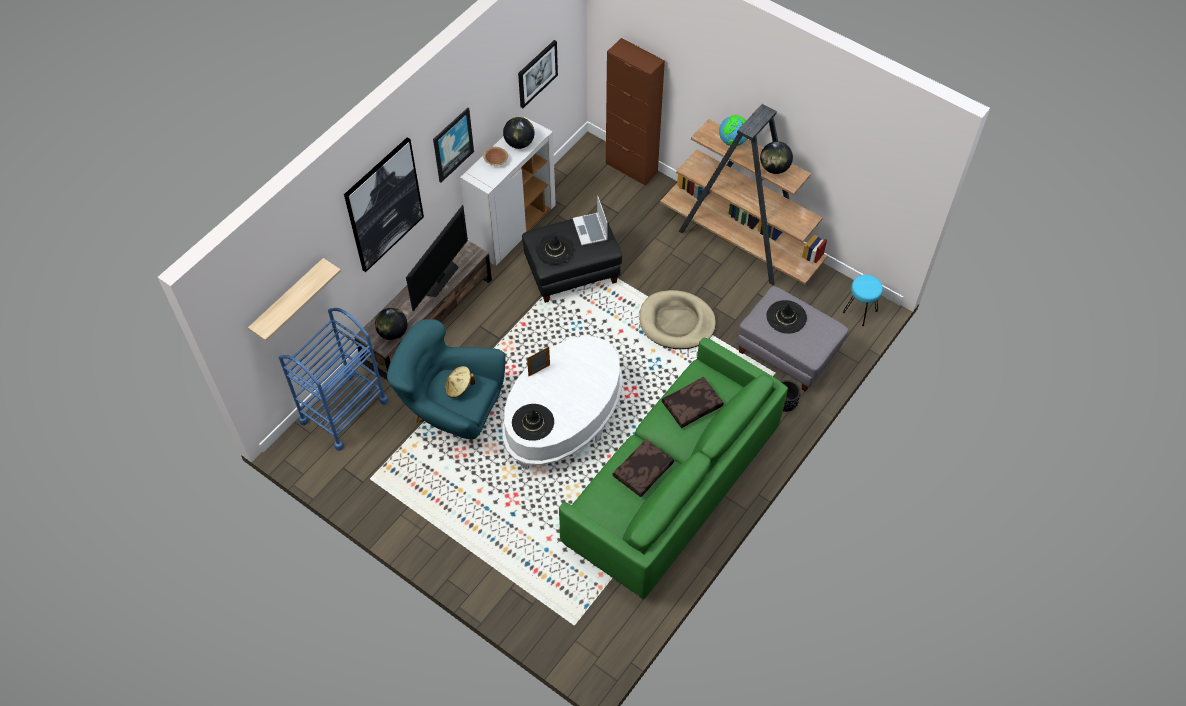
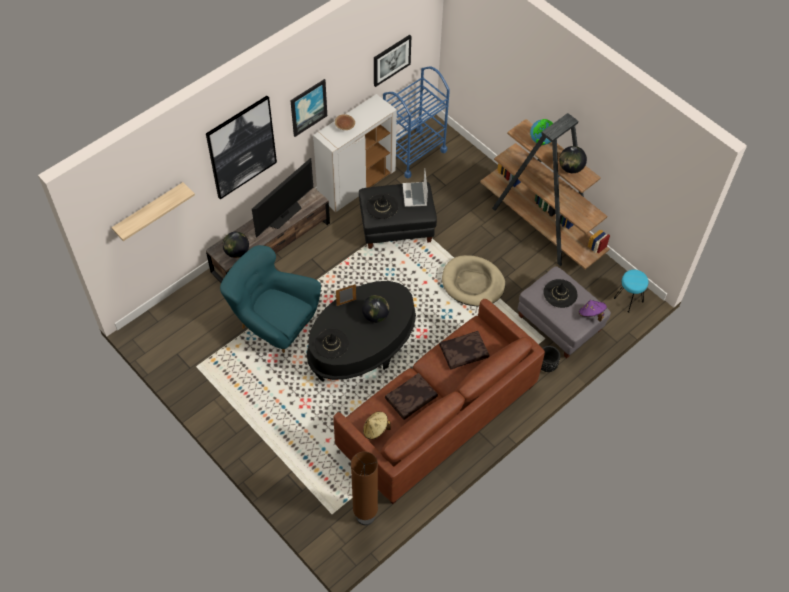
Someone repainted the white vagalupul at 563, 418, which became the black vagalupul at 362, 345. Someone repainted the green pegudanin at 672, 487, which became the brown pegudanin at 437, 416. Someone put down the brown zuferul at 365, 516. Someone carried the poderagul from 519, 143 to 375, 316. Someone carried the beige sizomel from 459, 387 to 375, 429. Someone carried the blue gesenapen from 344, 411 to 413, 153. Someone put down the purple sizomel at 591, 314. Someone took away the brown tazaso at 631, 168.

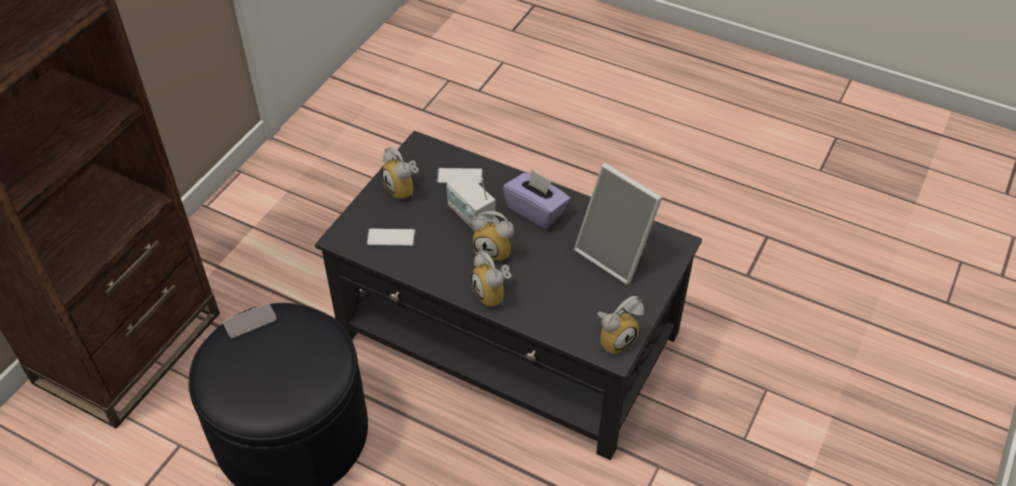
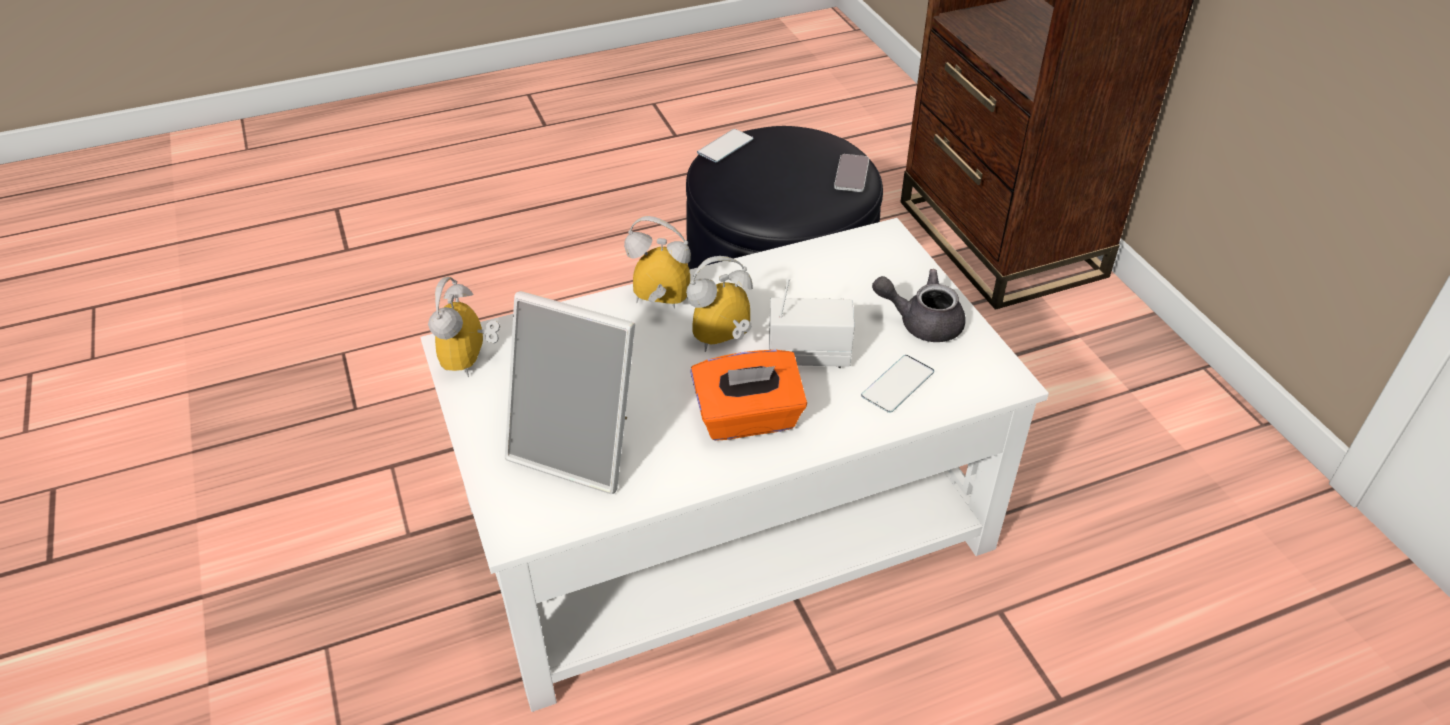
Someone repainted the black vagalupul at 510, 335, which became the white vagalupul at 723, 523. Someone rotated the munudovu at 616, 254 by 150 degrees counterclockwise. Someone repainted the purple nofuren at 536, 211, which became the orange nofuren at 748, 419. Someone carried the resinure from 391, 237 to 725, 146. Someone swapped the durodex at 404, 189 for the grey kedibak at 921, 322.

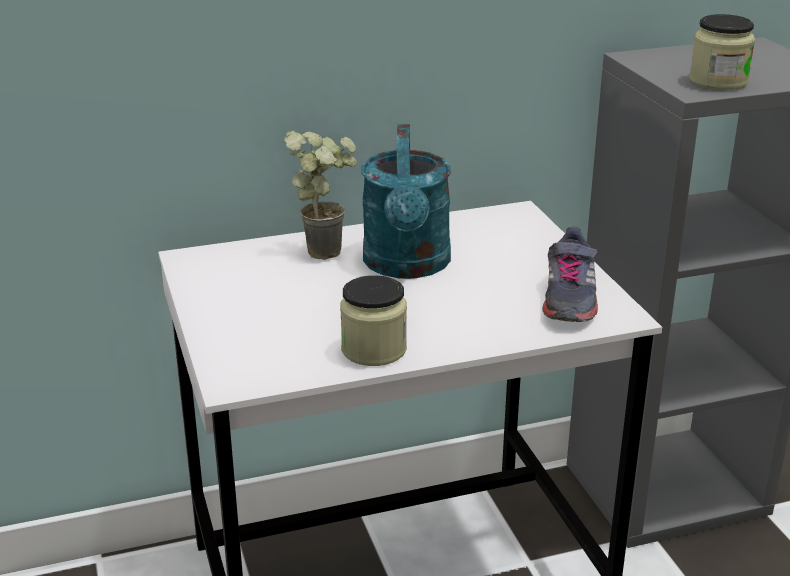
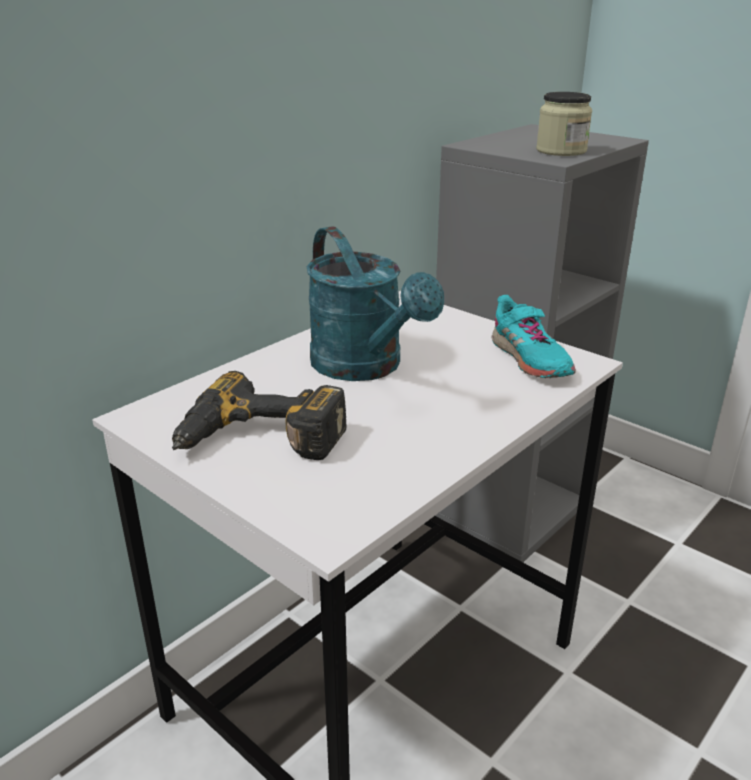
Someone put down the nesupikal at 258, 442. Someone repainted the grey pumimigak at 569, 298, which became the turquoise pumimigak at 529, 359. Someone took away the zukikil at 327, 248. Someone took away the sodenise at 374, 349.

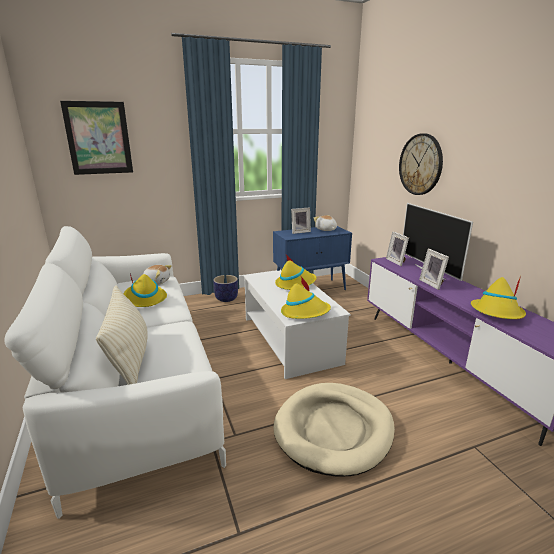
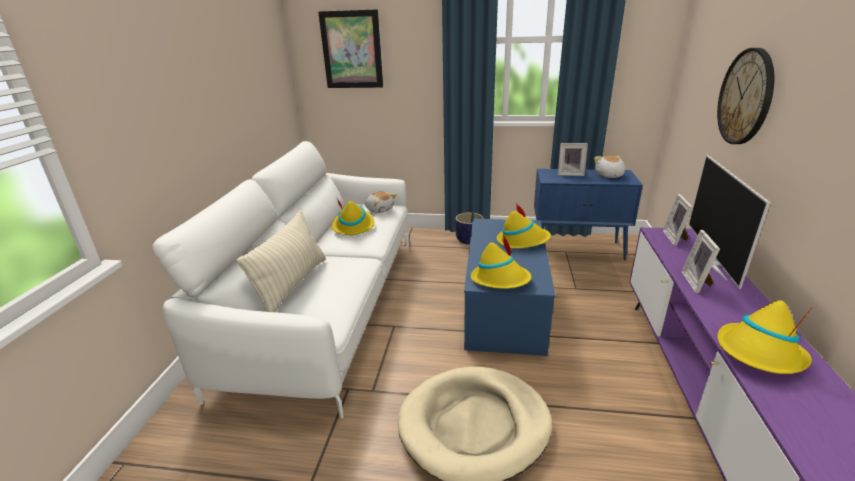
Someone repainted the white vagalupul at 290, 339, which became the blue vagalupul at 504, 306.

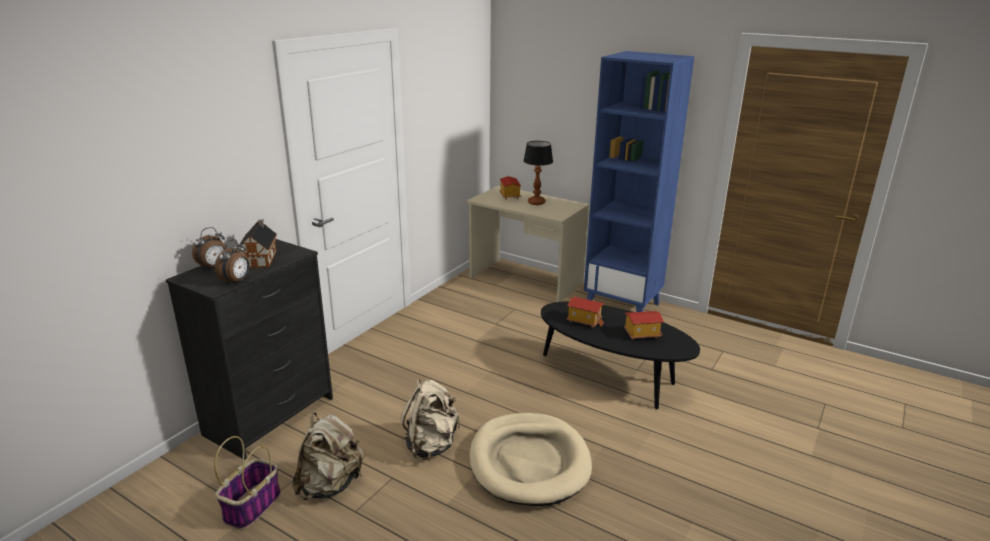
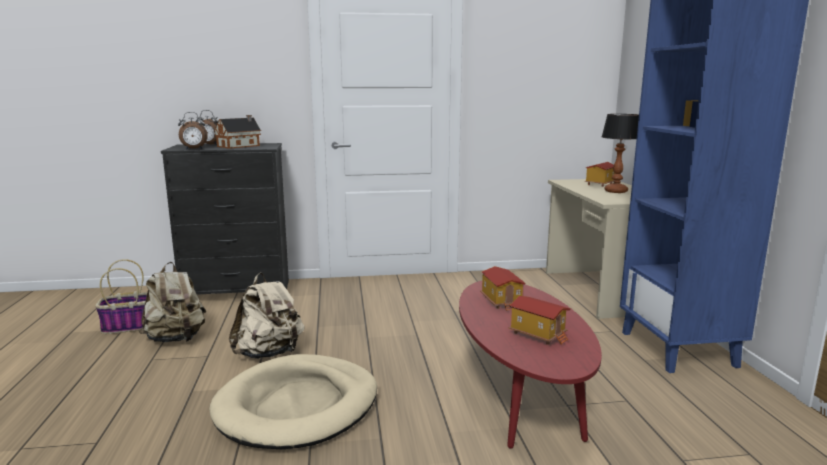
Someone repainted the black vagalupul at 611, 378, which became the red vagalupul at 518, 395.

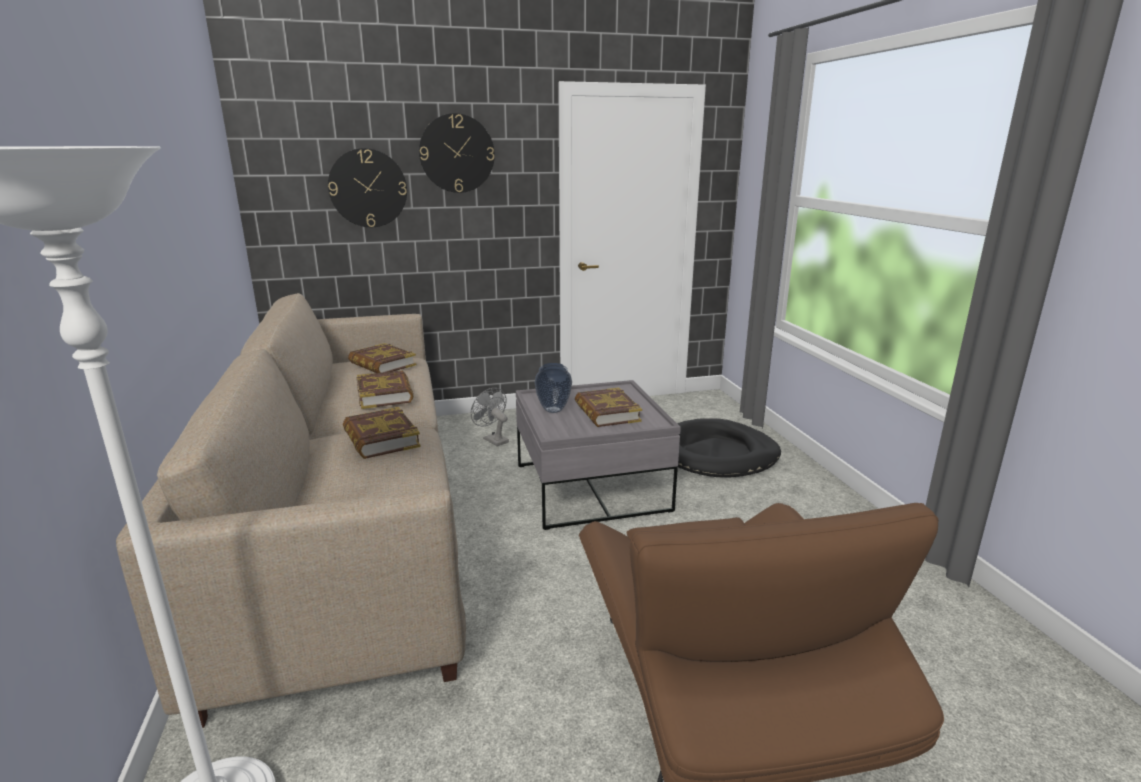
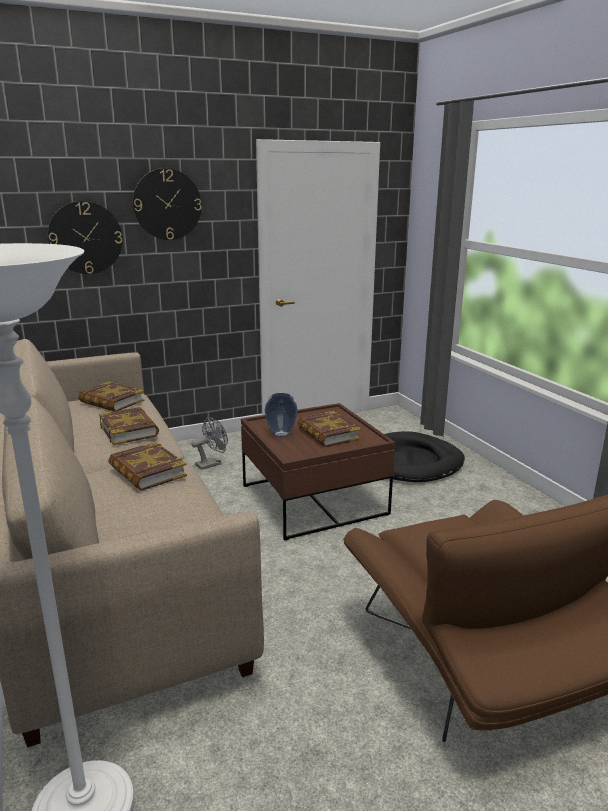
Someone rotated the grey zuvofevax at 492, 439 by 105 degrees clockwise. Someone repainted the grey vagalupul at 591, 487, which became the brown vagalupul at 313, 500.

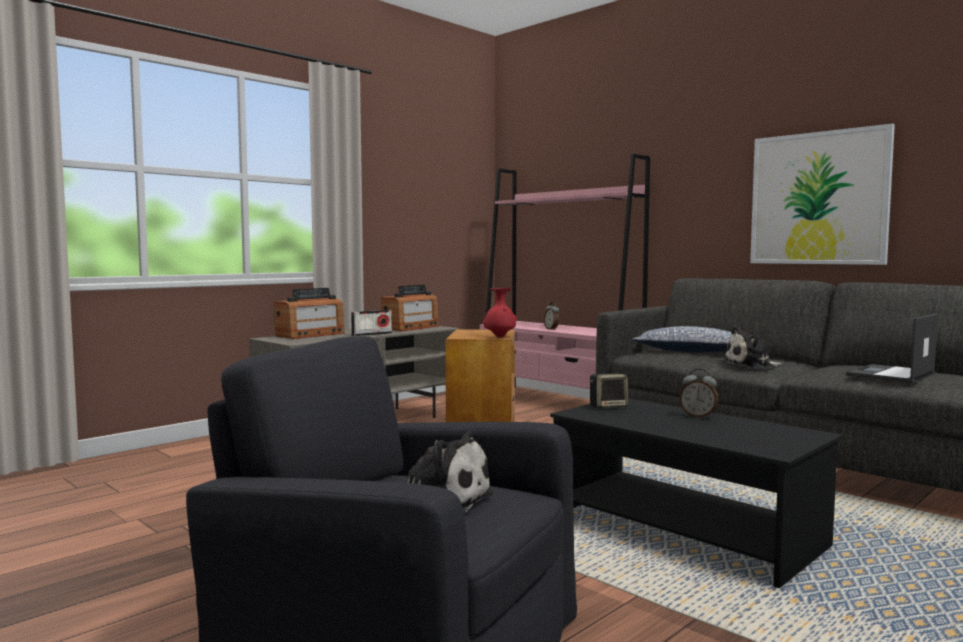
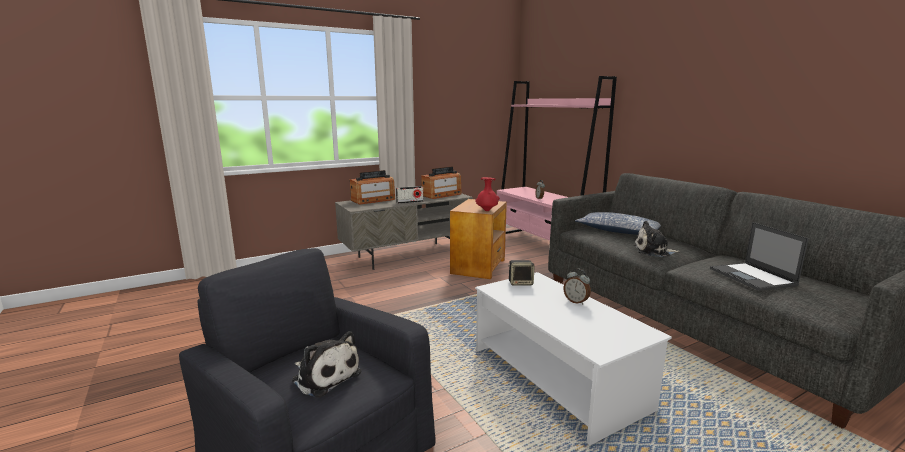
Someone repainted the black vagalupul at 686, 530, which became the white vagalupul at 557, 378. Someone rotated the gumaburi at 890, 375 by 75 degrees counterclockwise. Someone took away the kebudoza at 818, 198.

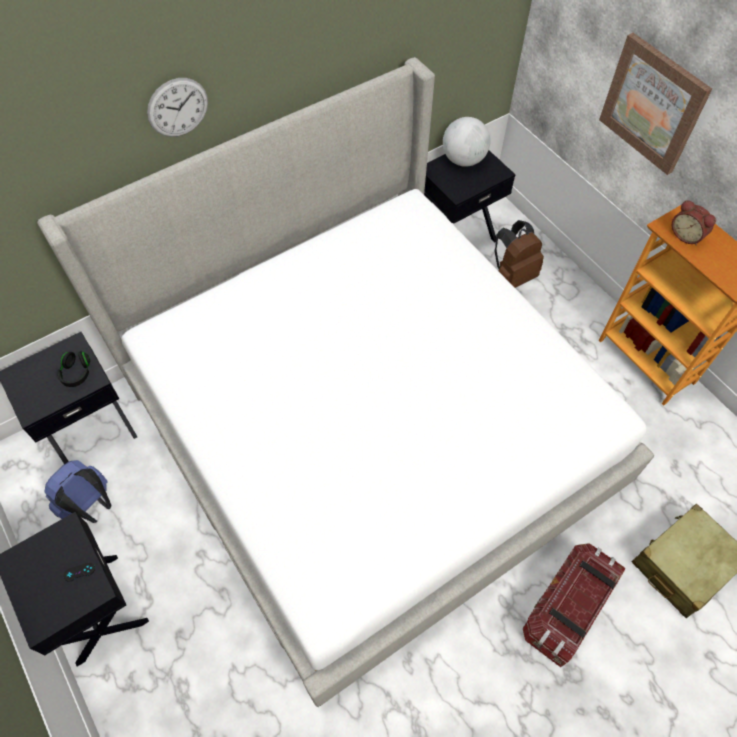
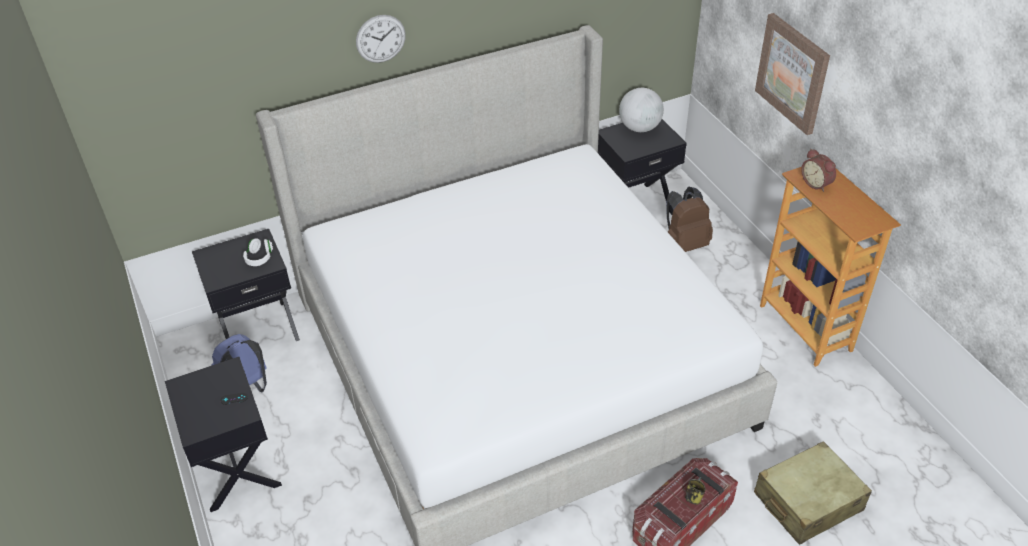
Someone repainted the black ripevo at 77, 373, which became the white ripevo at 259, 258. Someone put down the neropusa at 693, 497.

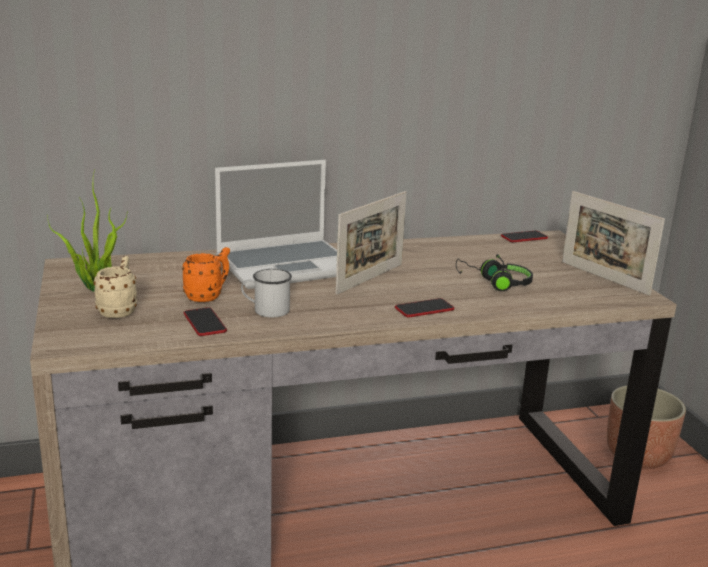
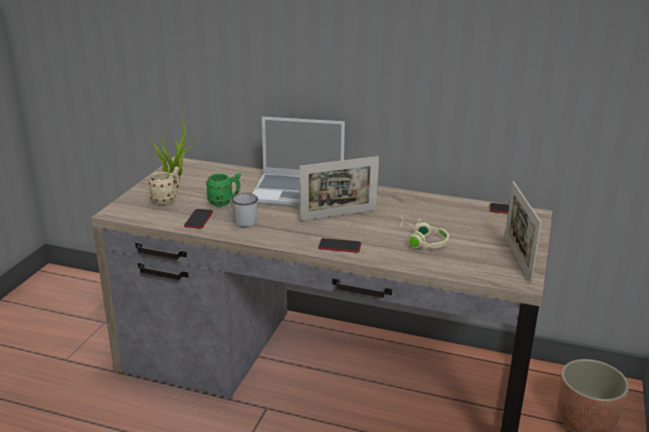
Someone repainted the orange neropusa at 208, 296, which became the green neropusa at 224, 202. Someone repainted the black ripevo at 495, 283, which became the beige ripevo at 421, 241.

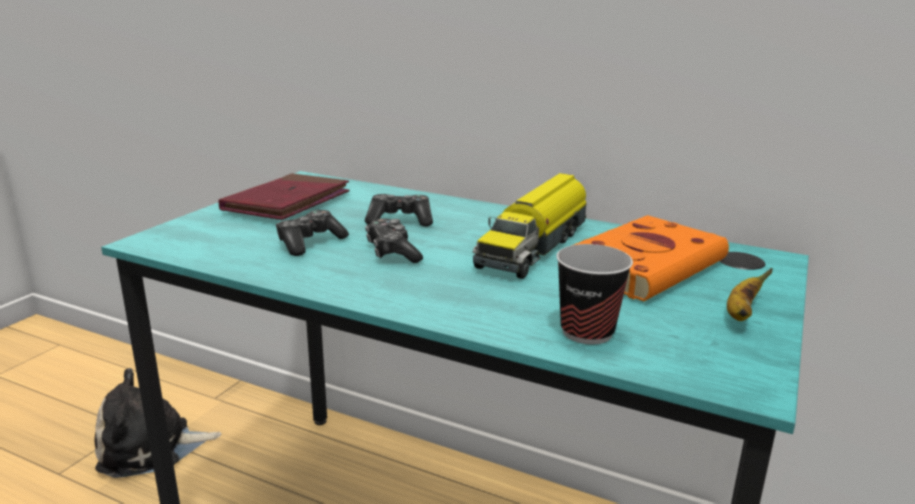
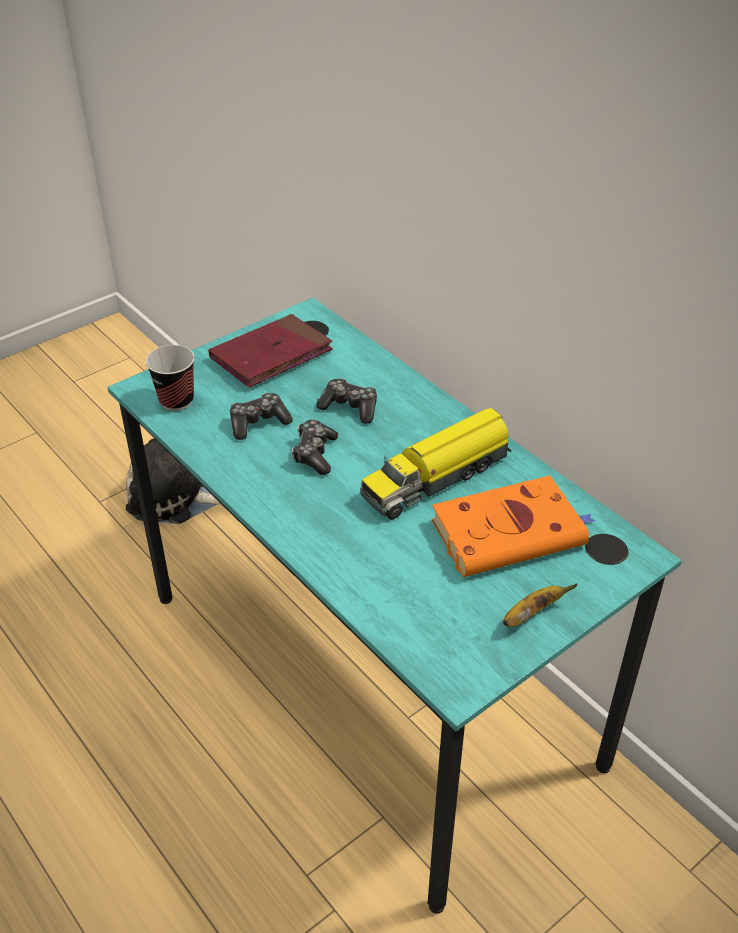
Someone carried the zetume from 587, 332 to 176, 401.

